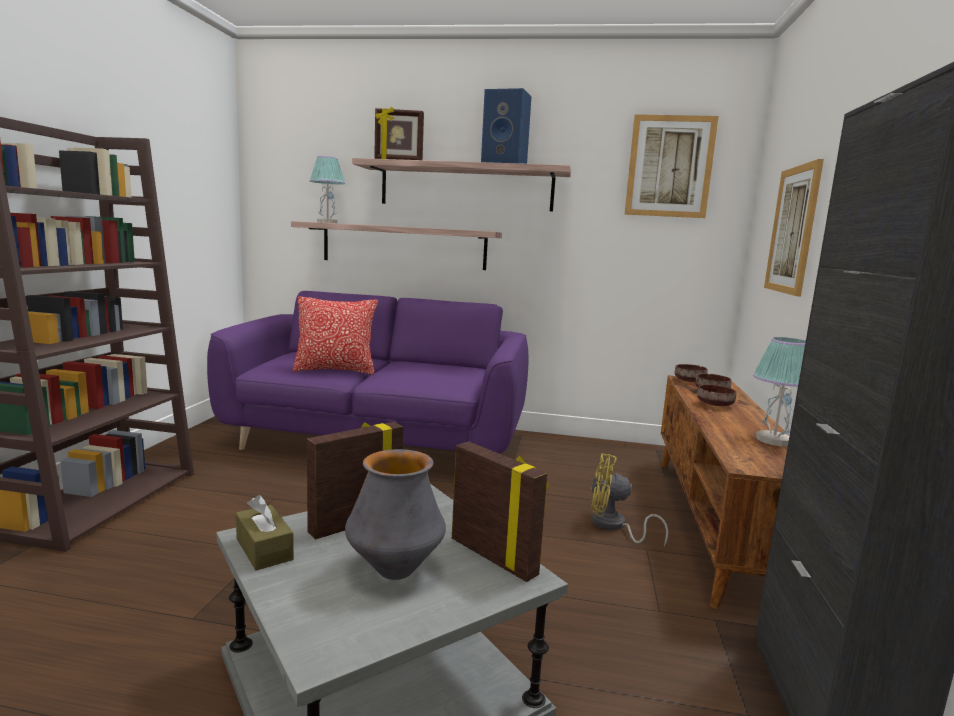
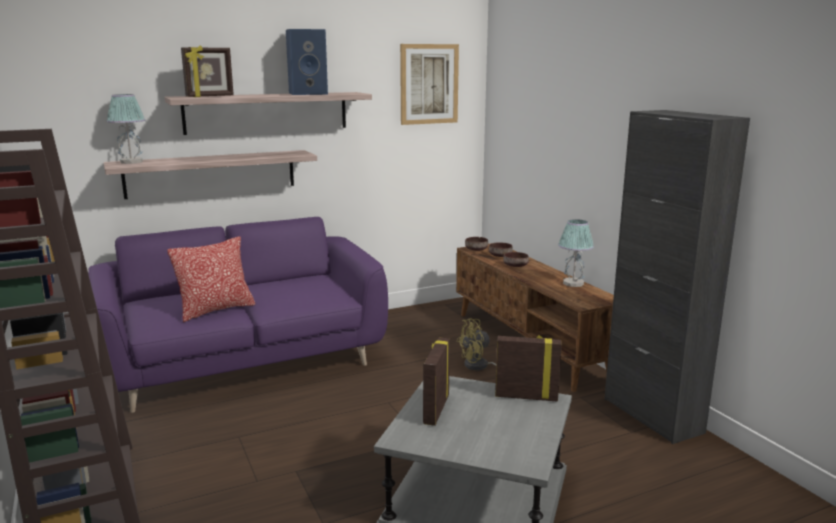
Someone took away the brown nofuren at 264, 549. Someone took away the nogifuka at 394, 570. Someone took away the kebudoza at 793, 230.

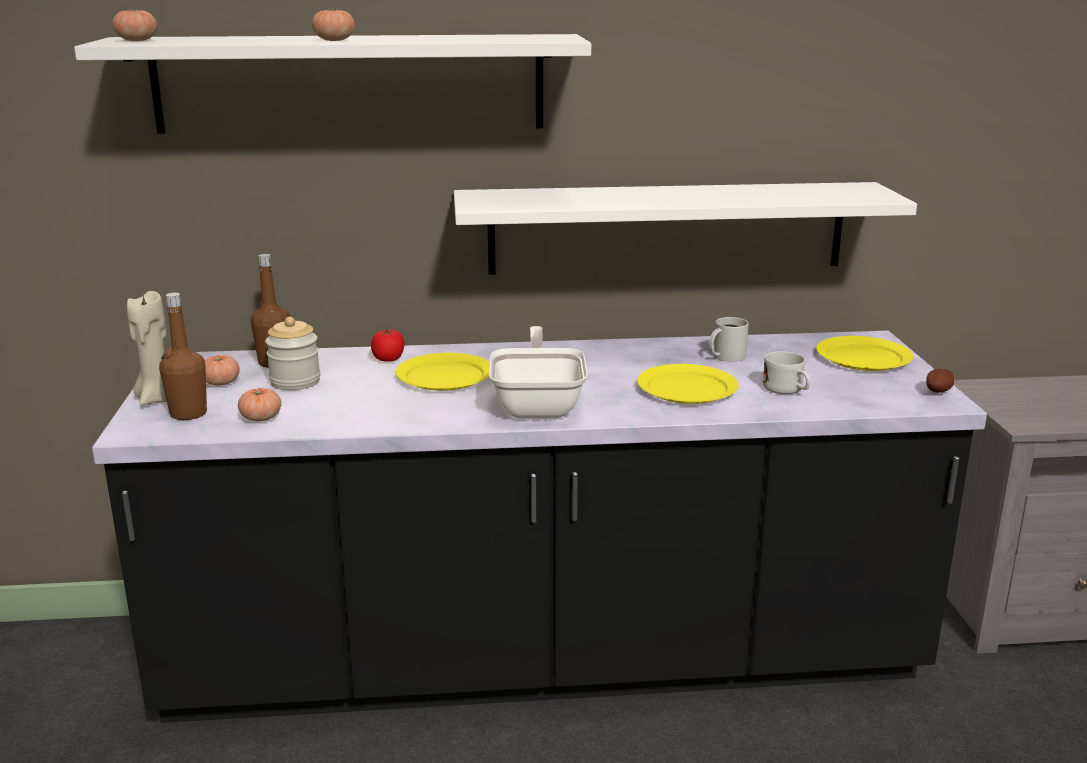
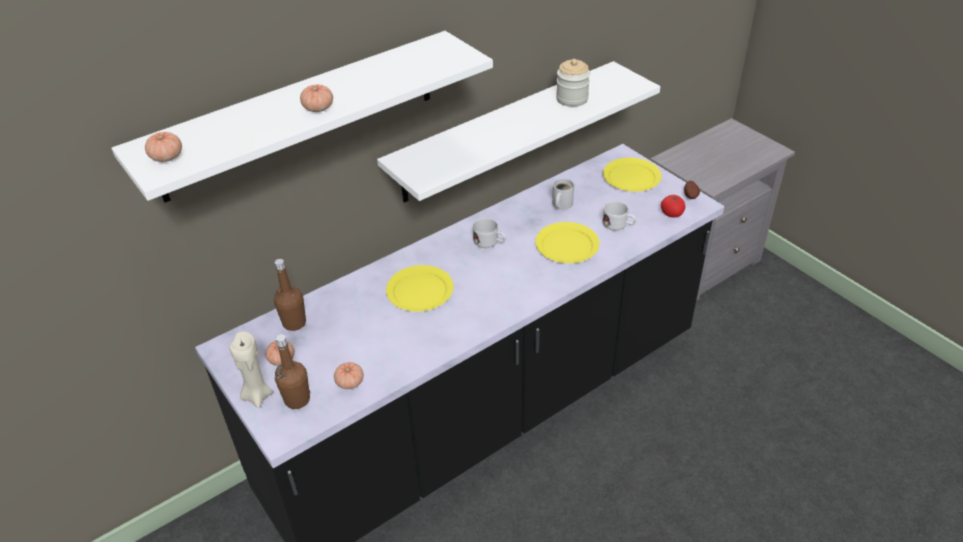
Someone put down the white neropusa at 490, 242. Someone carried the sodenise from 295, 381 to 572, 99. Someone carried the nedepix from 388, 359 to 672, 213. Someone took away the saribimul at 538, 404.

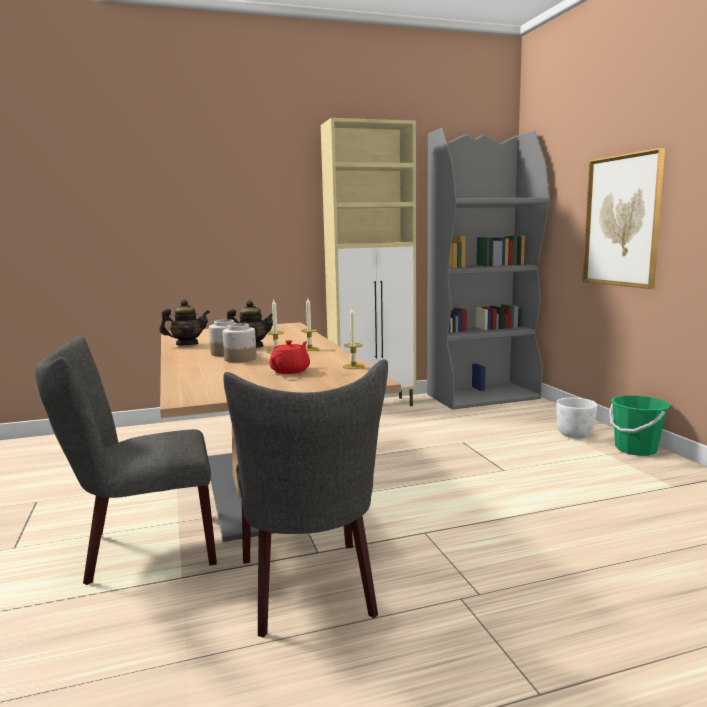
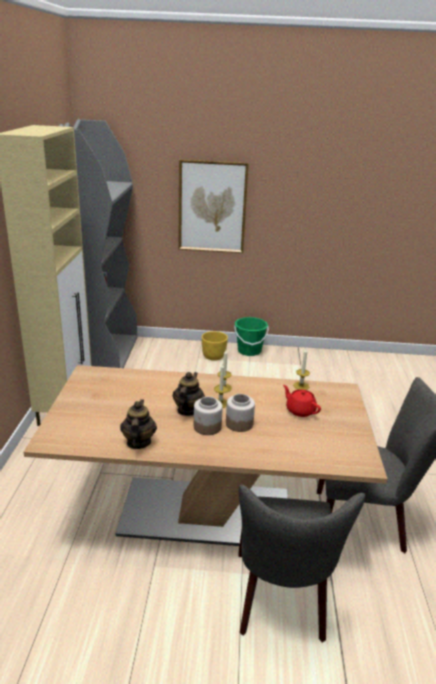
Someone repainted the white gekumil at 575, 435, which became the yellow gekumil at 214, 357.

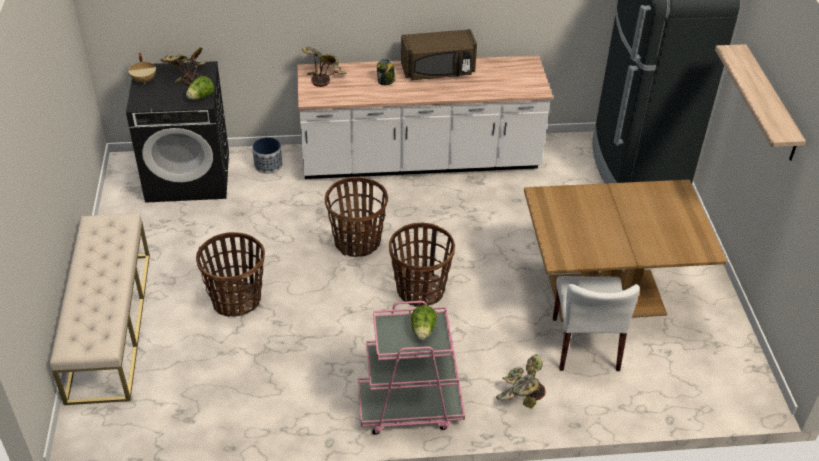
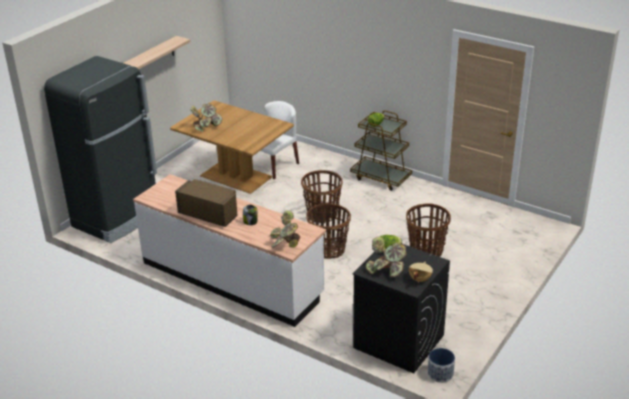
Someone carried the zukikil from 519, 395 to 206, 126. Someone repainted the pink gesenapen at 409, 408, which became the brown gesenapen at 381, 178. Someone carried the gekumil from 268, 165 to 440, 374. Someone took away the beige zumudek at 109, 324.

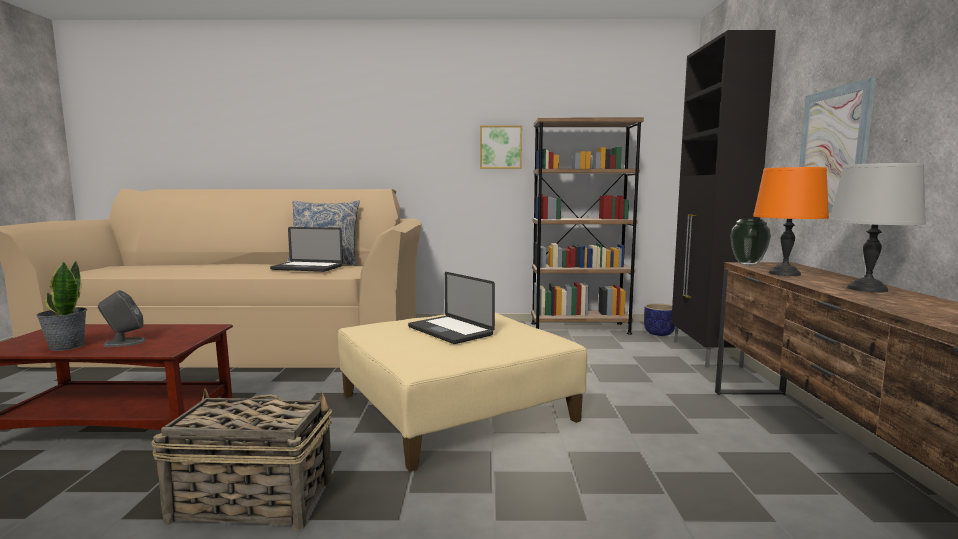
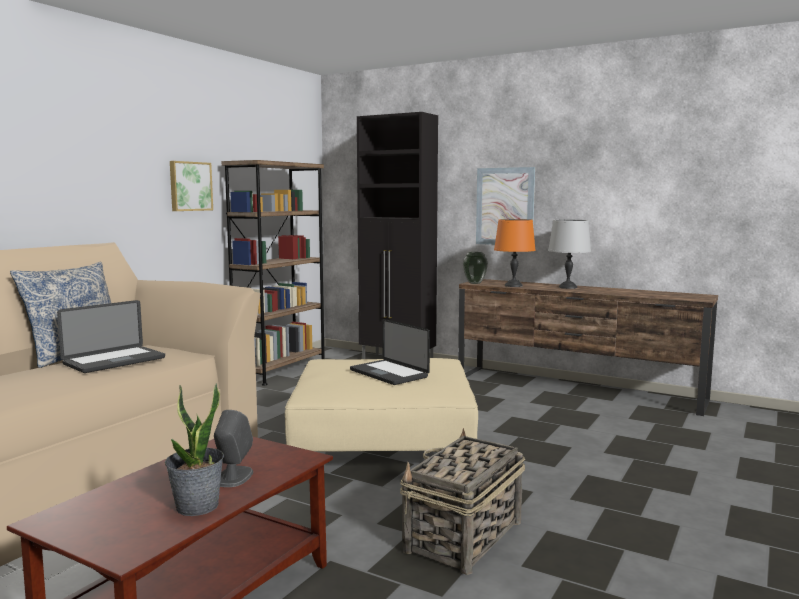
Someone rotated the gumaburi at 450, 331 by 60 degrees clockwise. Someone took away the gekumil at 659, 333.

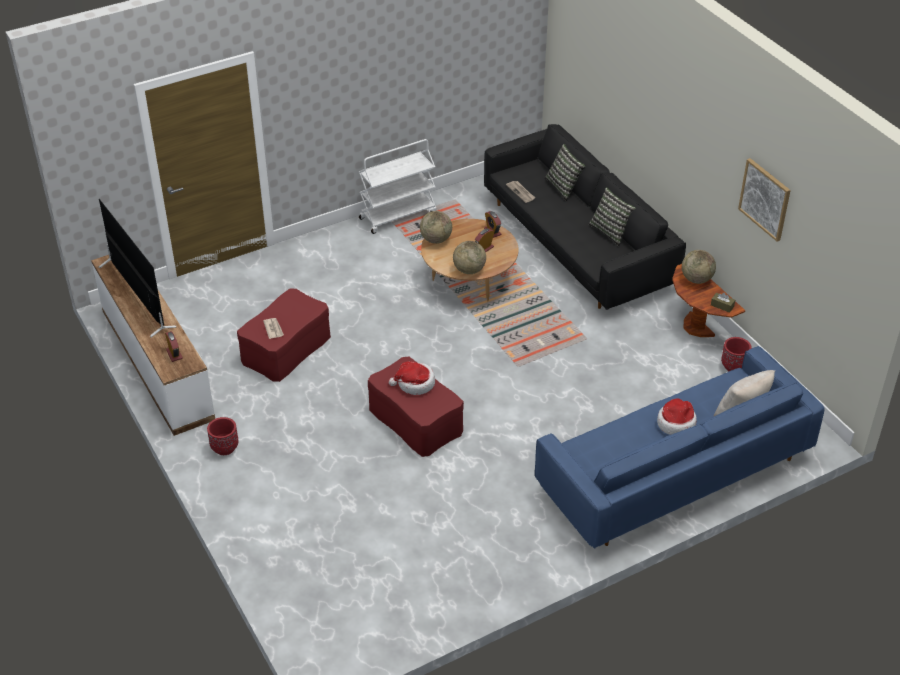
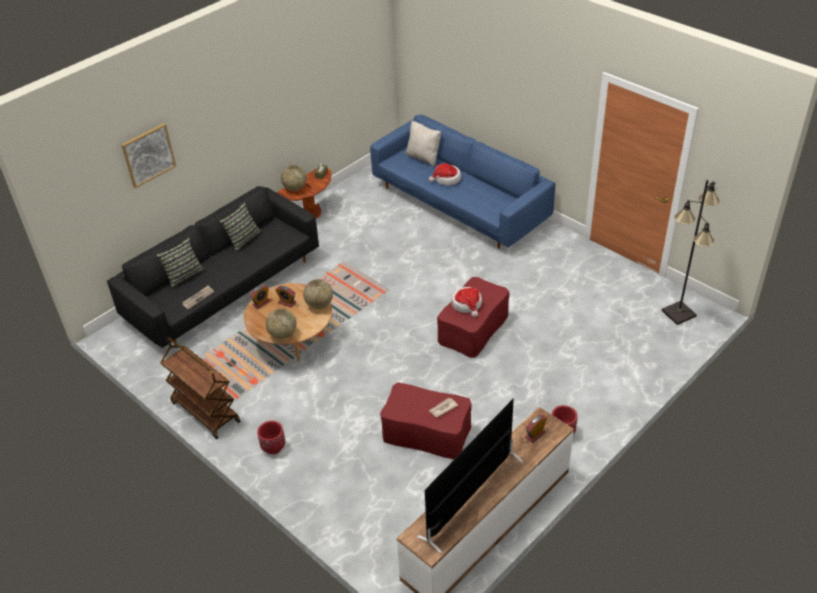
Someone carried the kebudoza from 765, 199 to 148, 155. Someone repainted the white gesenapen at 398, 215, which became the brown gesenapen at 205, 412. Someone carried the red gekumil from 733, 366 to 273, 447. Someone put down the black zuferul at 679, 313.

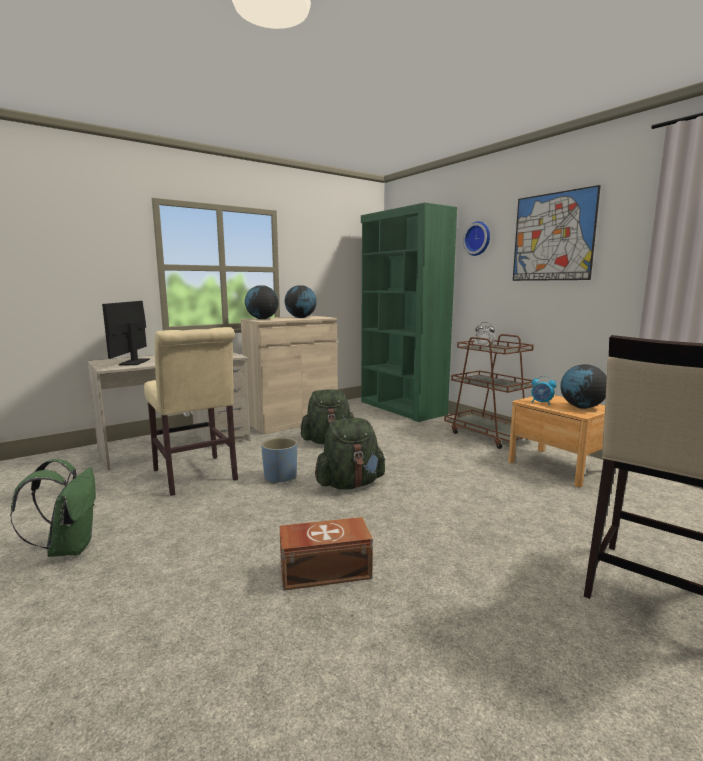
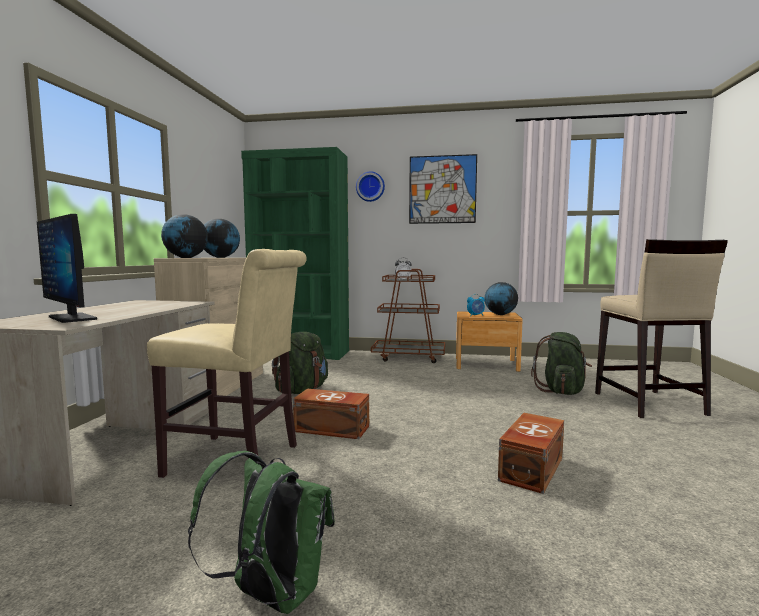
Someone swapped the blue gekumil at 280, 477 for the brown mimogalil at 332, 429. Someone carried the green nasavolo from 350, 484 to 561, 391.

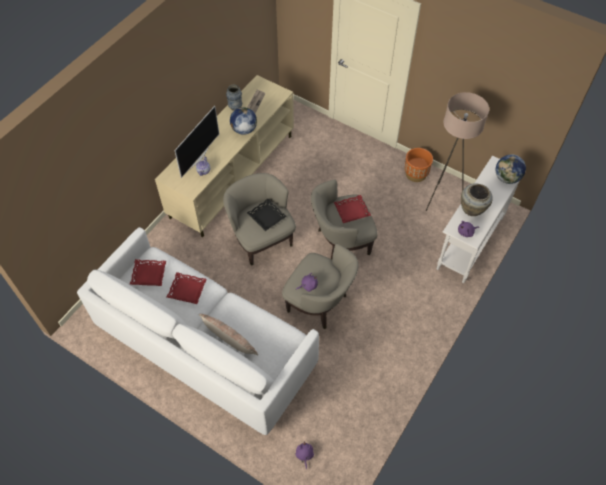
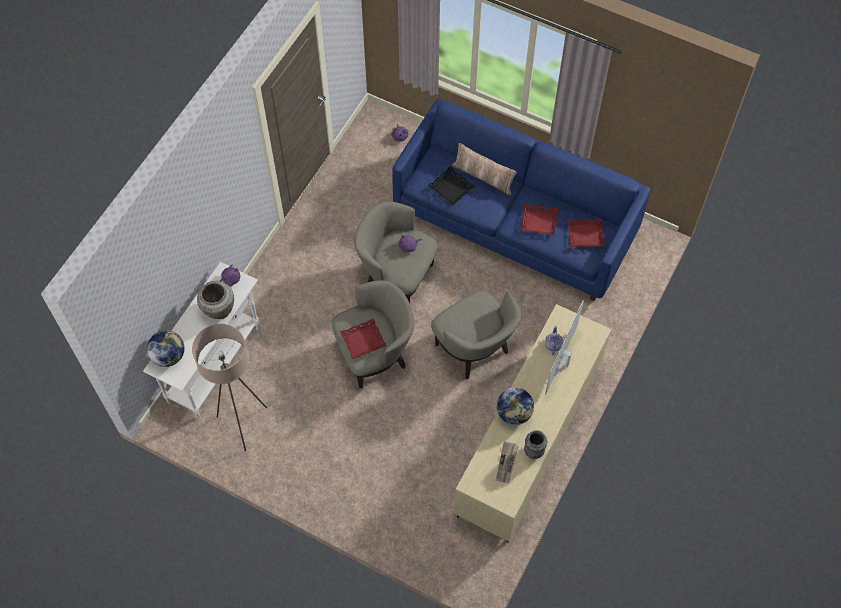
Someone repainted the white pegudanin at 205, 345, which became the blue pegudanin at 515, 223. Someone carried the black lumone from 266, 217 to 451, 188. Someone took away the orange gekumil at 416, 174.

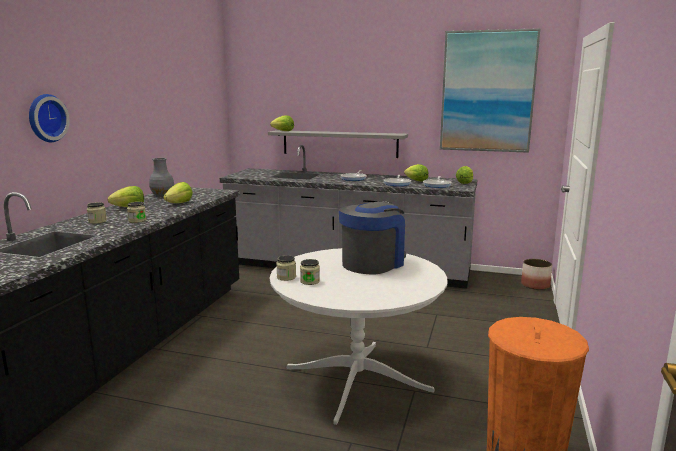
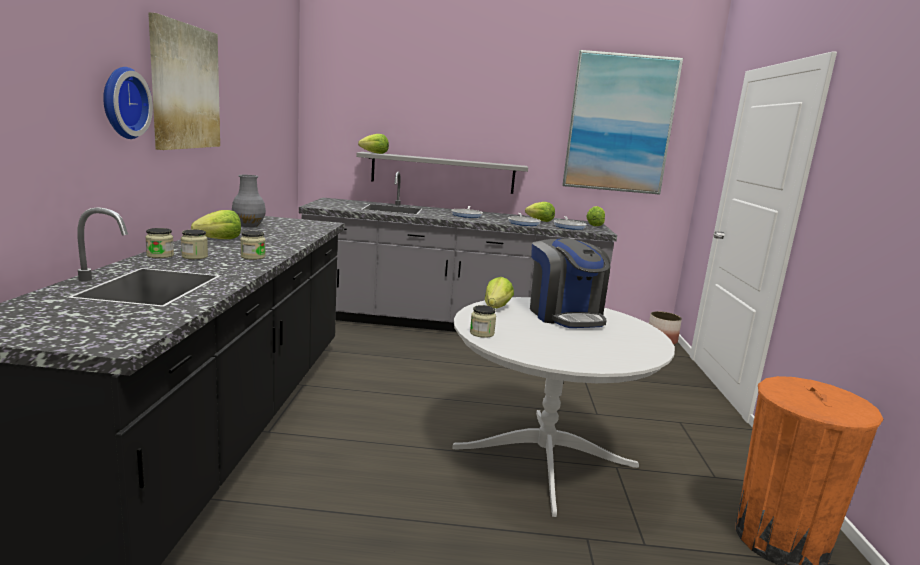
Someone carried the sodenise from 310, 281 to 160, 255. Someone put up the kebudoza at 185, 87. Someone carried the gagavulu from 179, 203 to 496, 308. Someone rotated the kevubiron at 373, 263 by 135 degrees clockwise.

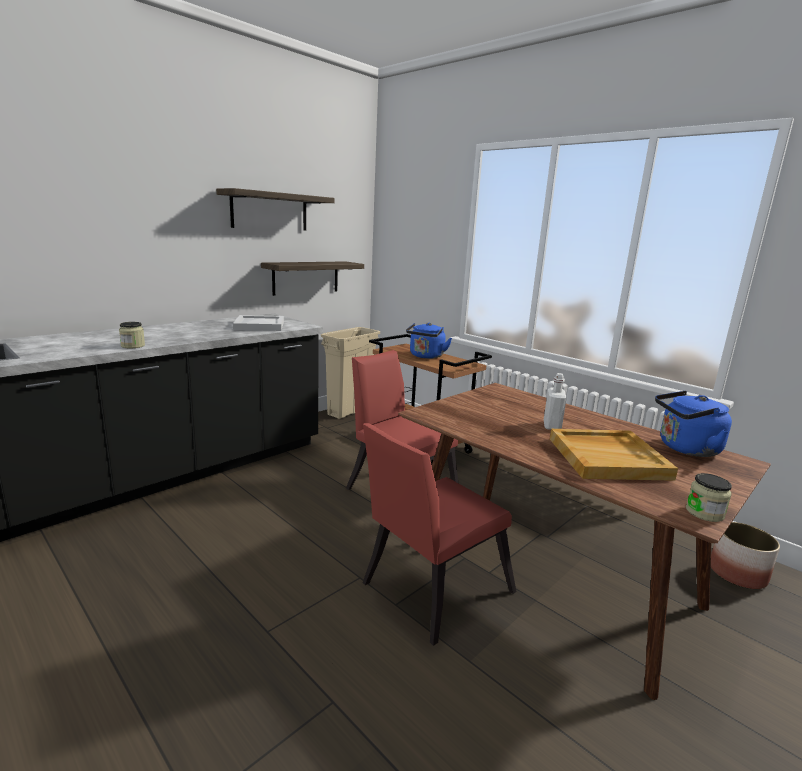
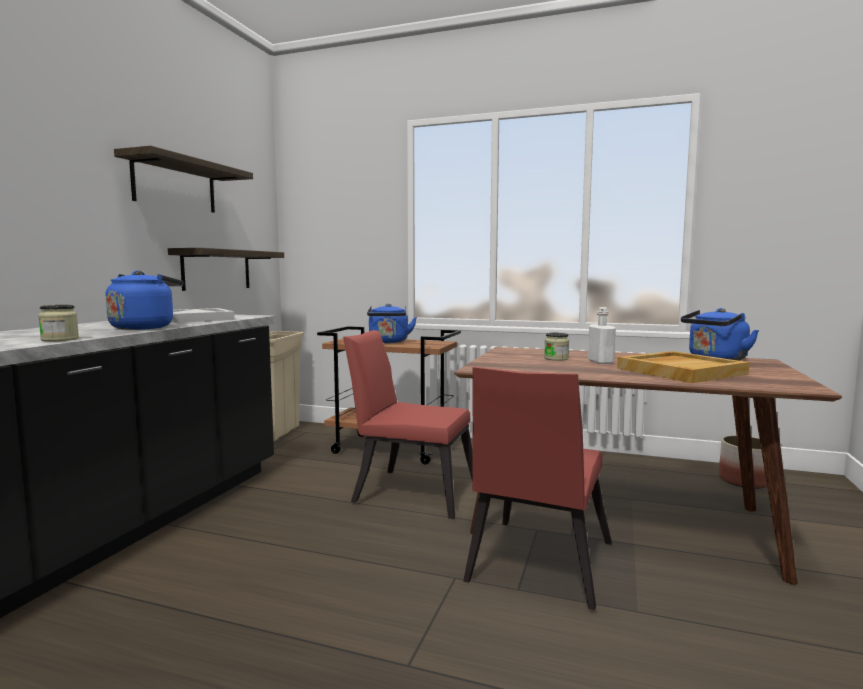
Someone put down the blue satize at 144, 327. Someone carried the sodenise from 704, 513 to 556, 358.

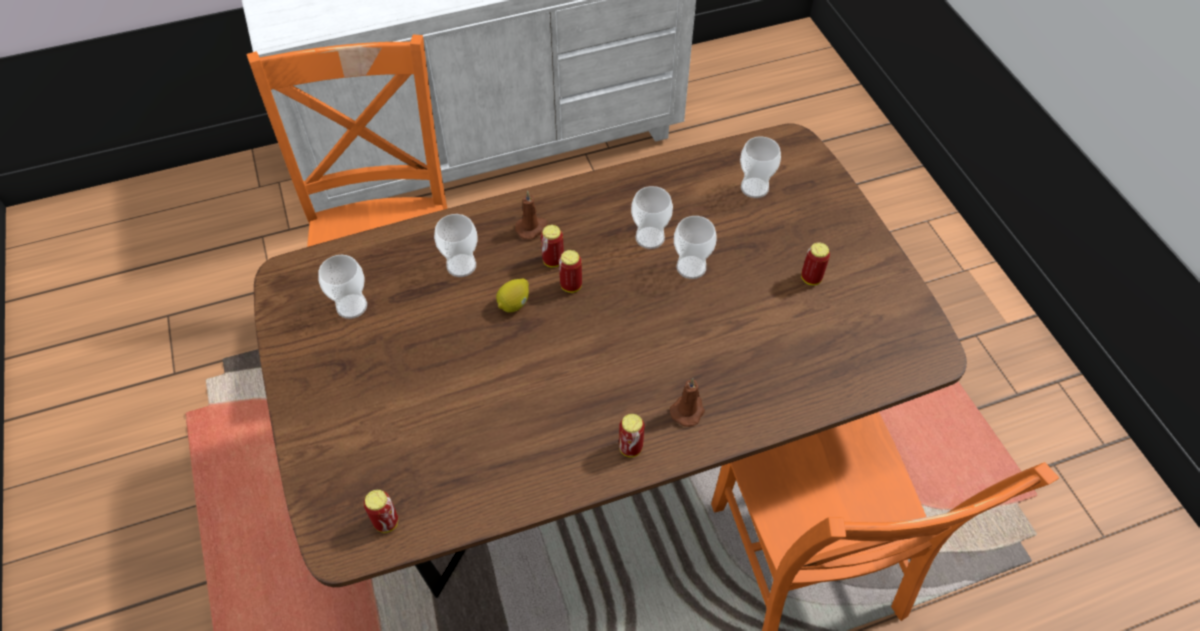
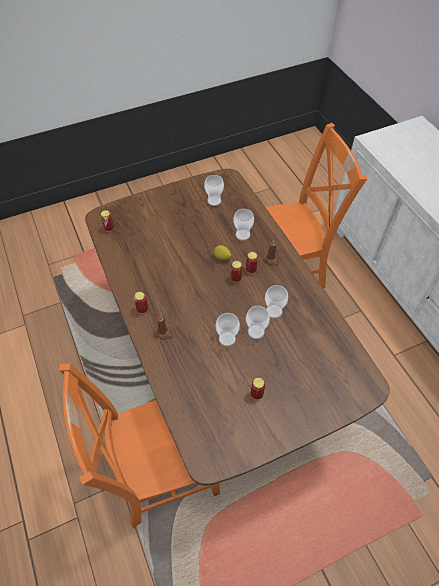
Someone carried the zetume from 754, 188 to 227, 339.

